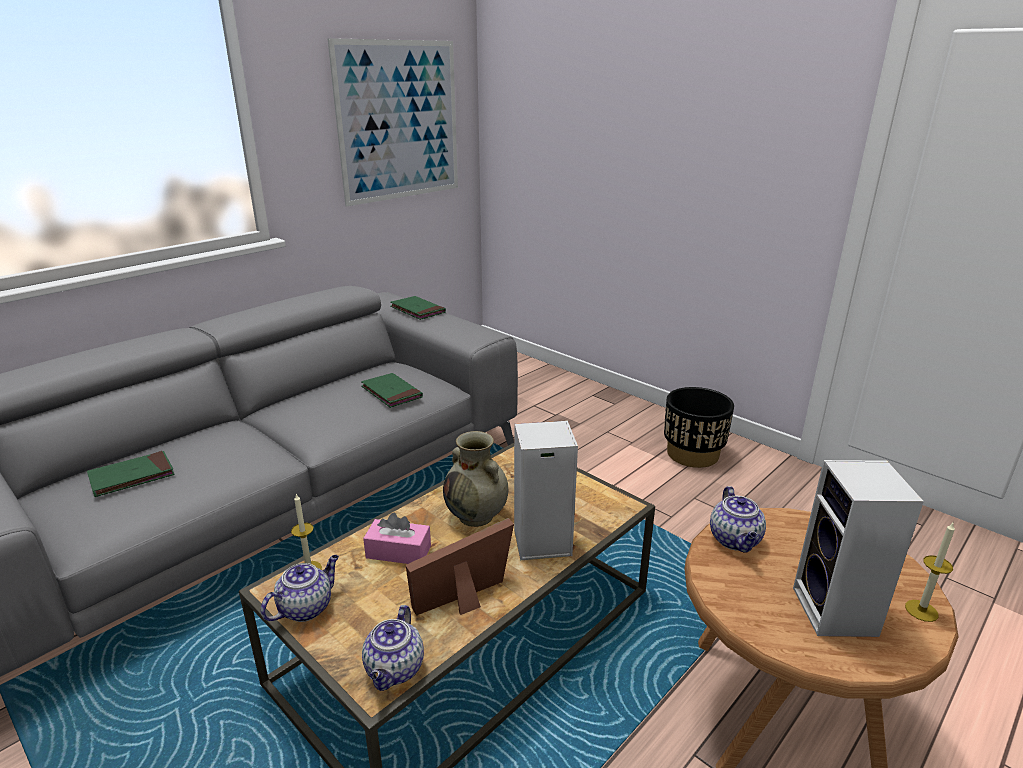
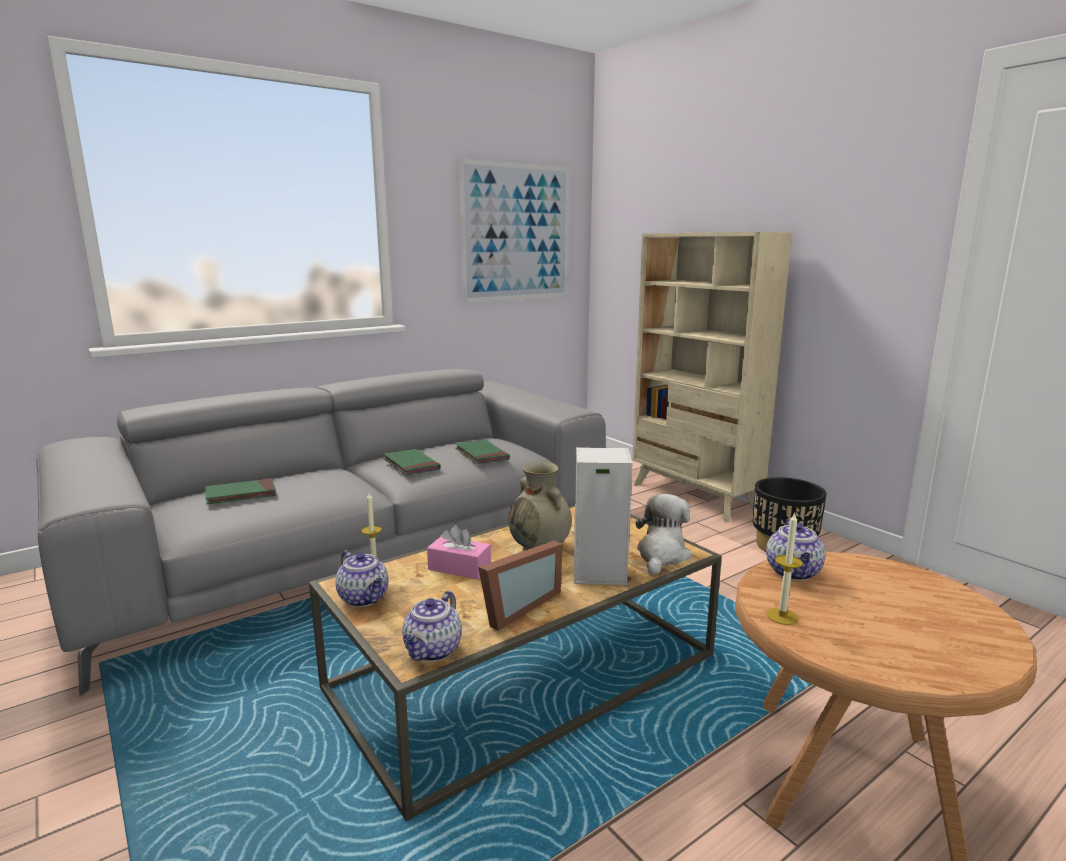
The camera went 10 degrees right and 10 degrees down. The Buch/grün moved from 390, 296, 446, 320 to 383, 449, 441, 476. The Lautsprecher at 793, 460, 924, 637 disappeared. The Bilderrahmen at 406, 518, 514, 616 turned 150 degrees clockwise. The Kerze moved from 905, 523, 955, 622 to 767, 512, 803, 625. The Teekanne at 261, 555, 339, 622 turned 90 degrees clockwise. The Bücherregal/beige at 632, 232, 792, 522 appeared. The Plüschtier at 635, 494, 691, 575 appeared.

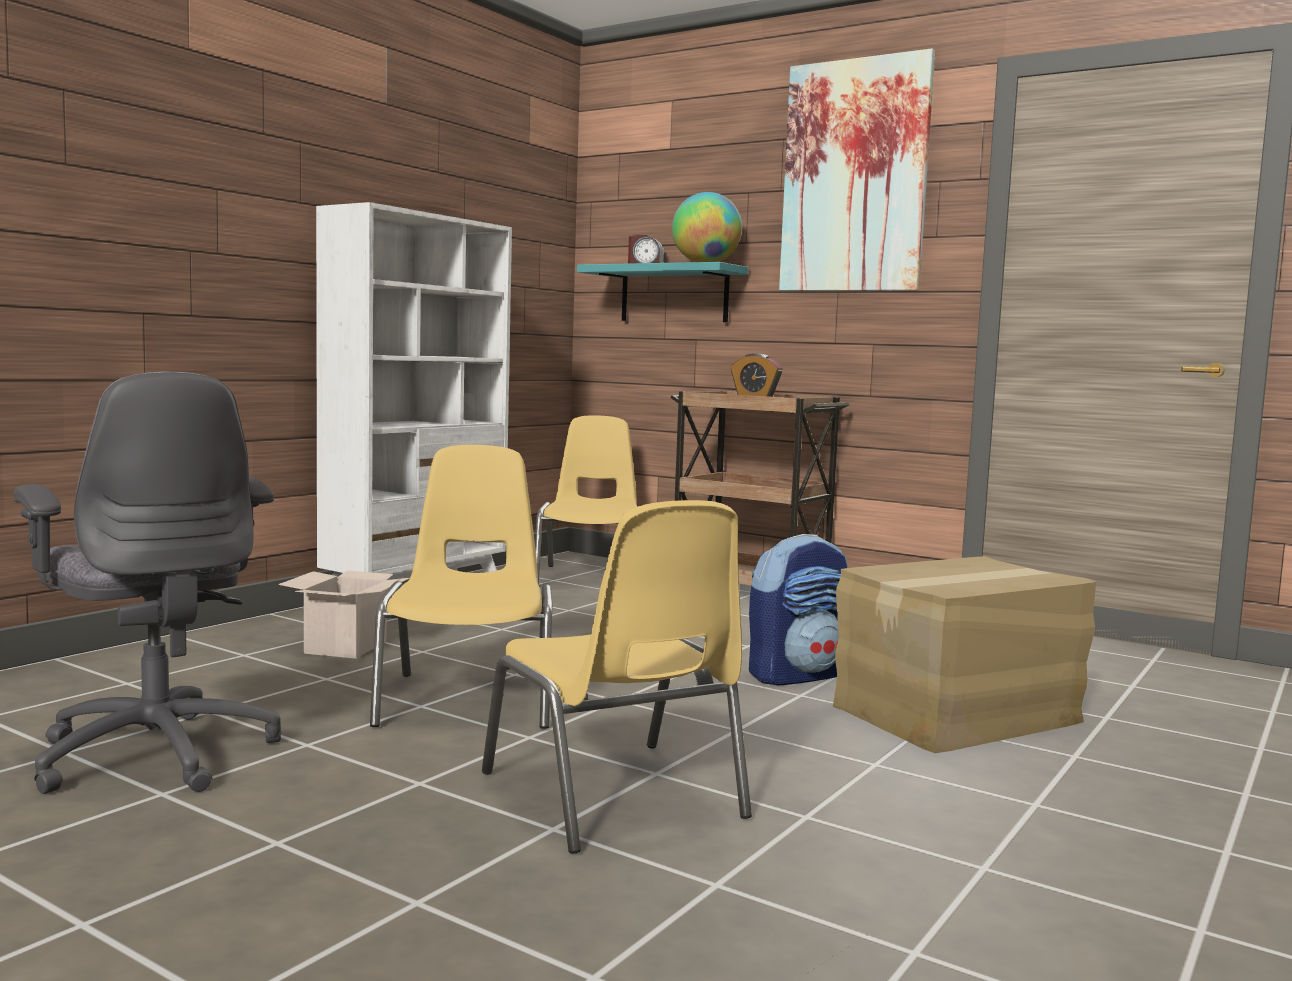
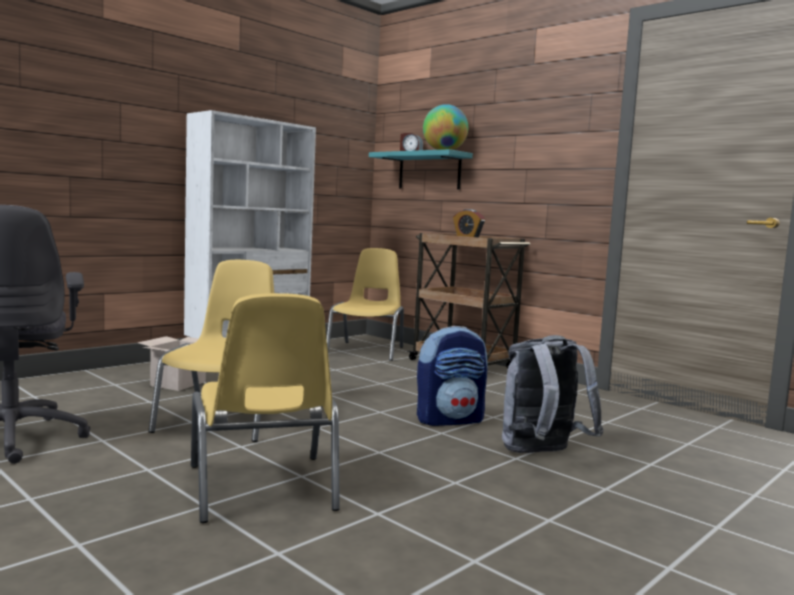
The camera went 10 degrees right and 0 degrees up. The Bild at 779, 48, 935, 291 disappeared. The Karton at 833, 556, 1096, 753 was replaced by the Rucksack/grau at 502, 335, 603, 453.

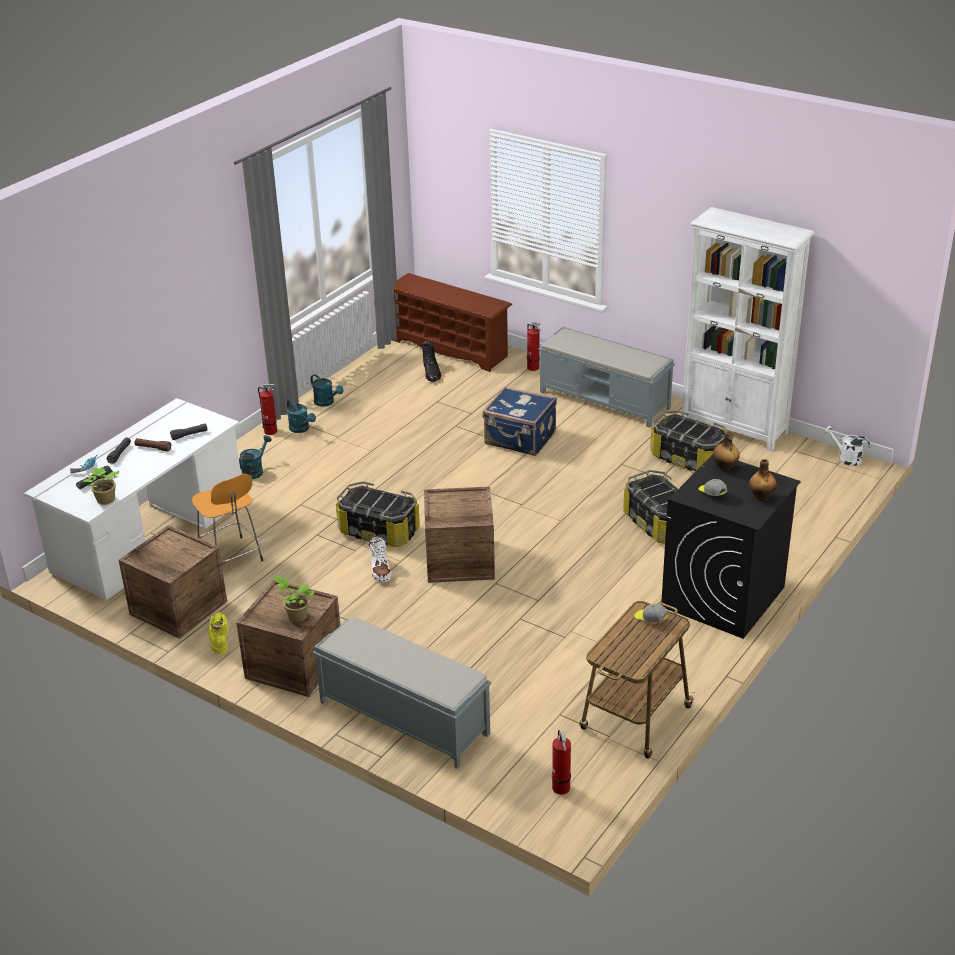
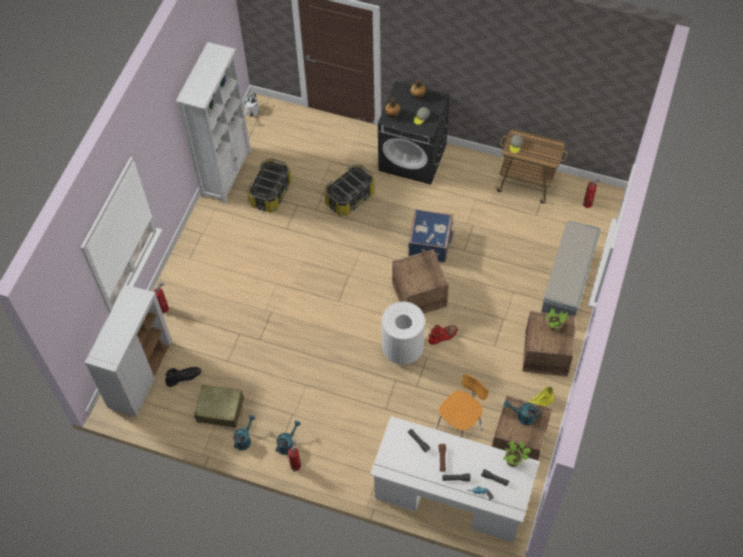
The camera went 105 degrees left and 25 degrees up. The Schuhregal/braun at 394, 273, 512, 372 was replaced by the Schrank/weiß at 85, 285, 172, 417. The Bank/grau at 539, 327, 675, 428 disappeared. The Koffer/blau moved from 483, 386, 557, 456 to 408, 209, 454, 263. The Gießkanne/türkis moved from 239, 435, 272, 479 to 504, 400, 542, 425. The Aufbewahrungsbox at 336, 481, 420, 547 was replaced by the Mülleimer/weiß at 382, 301, 425, 365. The Stiefel/weiß at 368, 534, 391, 582 became the Stiefel/rot at 428, 325, 458, 345. The Koffer/beige at 194, 385, 244, 428 appeared.

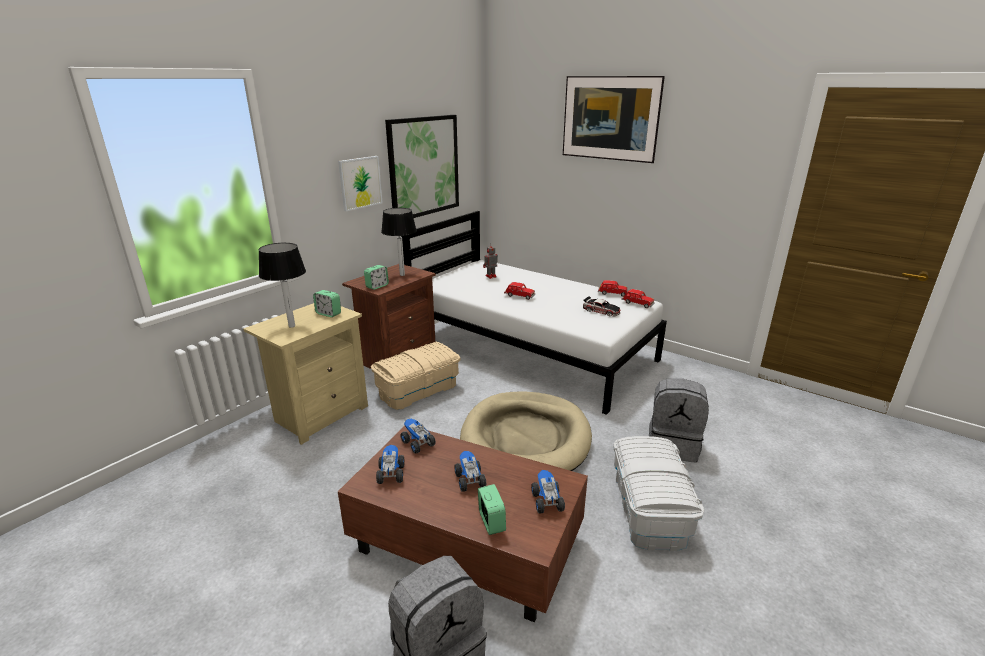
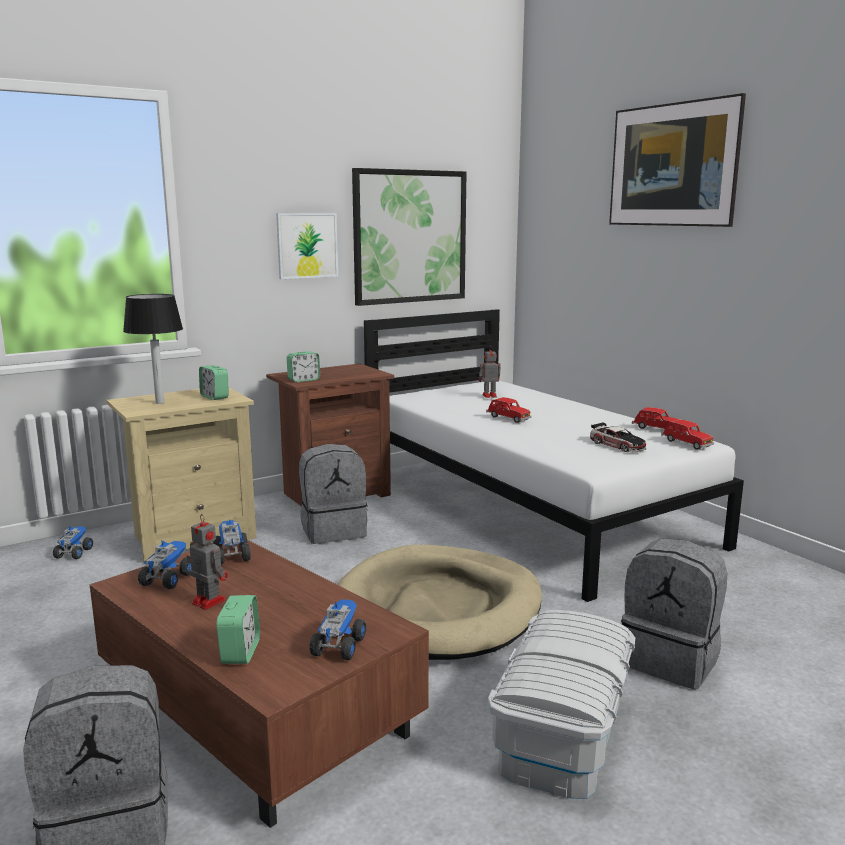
The camera went 20 degrees right and 10 degrees down. The Tischlampe at 381, 208, 417, 276 disappeared. The Aufbewahrungsbox/beige at 371, 342, 460, 410 was replaced by the Rucksack/grau at 299, 444, 368, 544. The Spielzeuglaster moved from 454, 451, 486, 492 to 53, 526, 93, 559. The Spielzeugroboter at 186, 514, 228, 610 appeared.

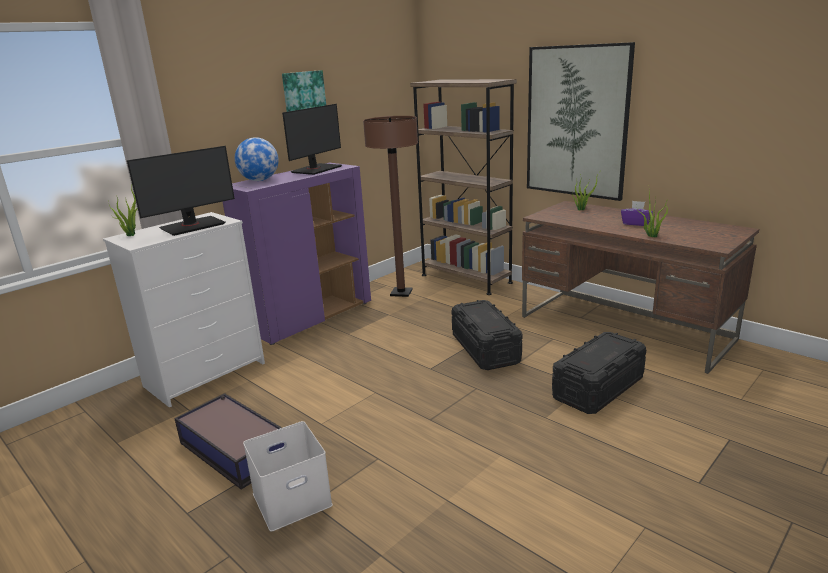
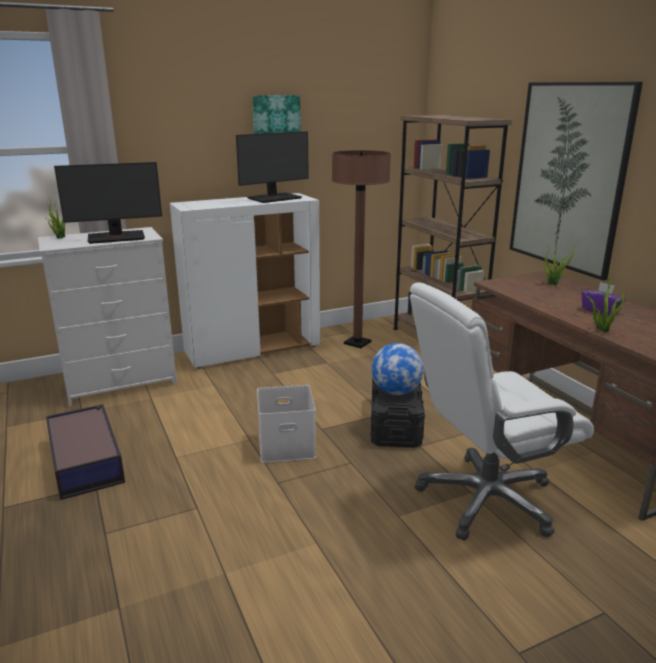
The camera went 20 degrees right and 0 degrees up. The Globus moved from 235, 137, 279, 181 to 371, 343, 424, 395. The Schrank/lila at 223, 163, 371, 345 became the Schrank/weiß at 170, 193, 320, 369. The Aufbewahrungsbox/schwarz at 552, 332, 646, 414 was replaced by the Bürostuhl/weiß at 410, 282, 594, 540. The Aufbewahrungsbox/weiß moved from 243, 421, 333, 532 to 257, 385, 316, 463.

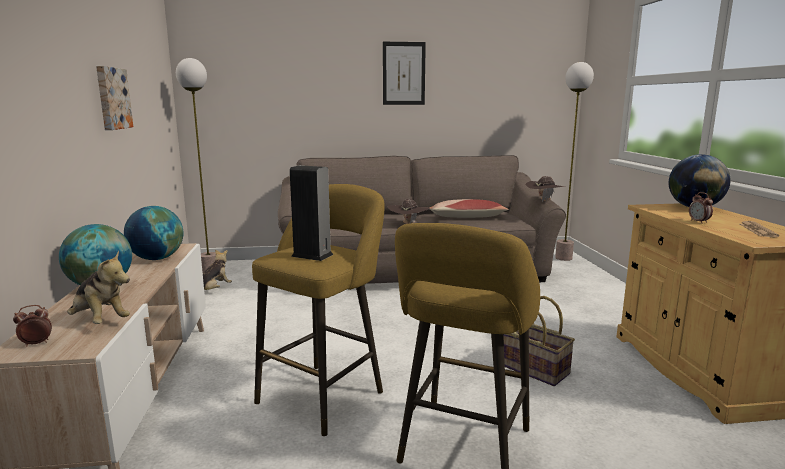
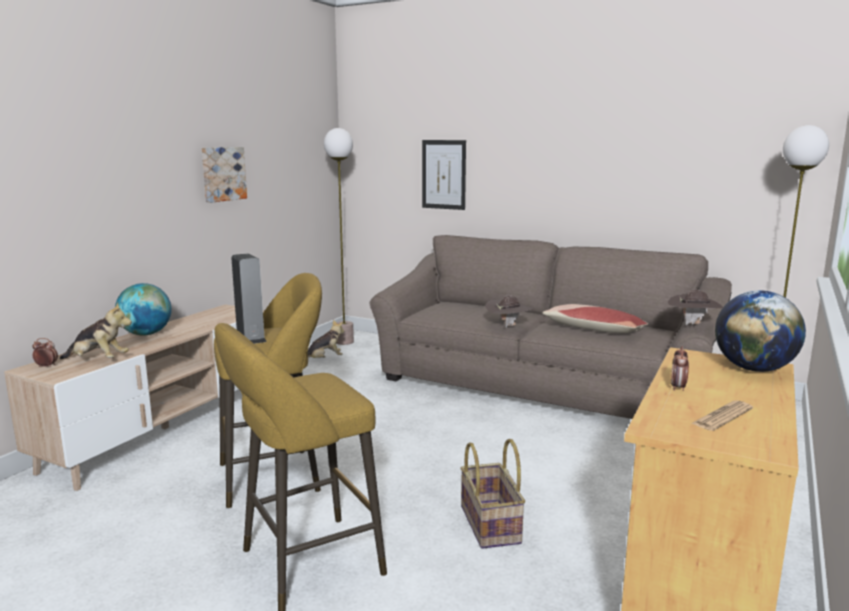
The camera went 35 degrees right and 0 degrees up. The Bild moved from 383, 42, 426, 105 to 422, 140, 466, 210. The Globus at 124, 206, 184, 260 disappeared. The Plüschtier at 67, 250, 130, 324 turned 60 degrees counterclockwise.

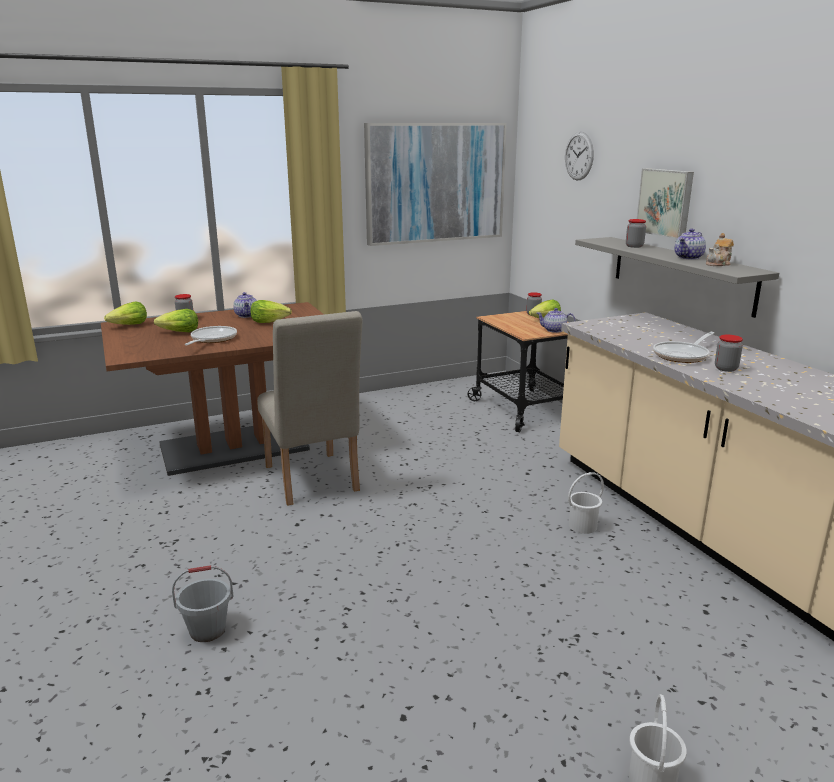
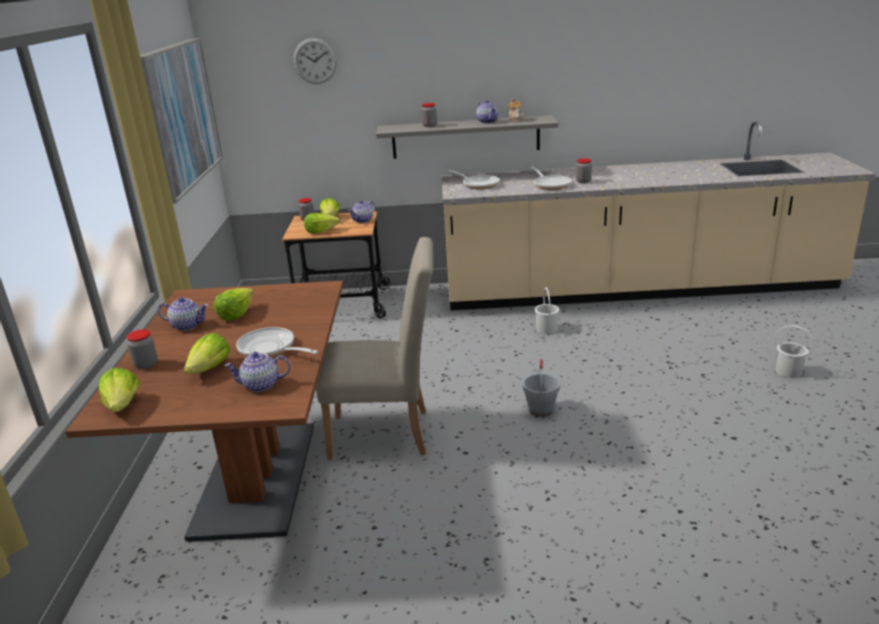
The camera went 65 degrees left and 5 degrees up. The Bild at 637, 168, 694, 239 disappeared. The Eimer/grau moved from 172, 565, 234, 642 to 522, 359, 560, 417. The Pfanne at 448, 170, 500, 189 appeared. The Salatkopf at 304, 213, 340, 234 appeared. The Teekanne at 224, 352, 291, 392 appeared.

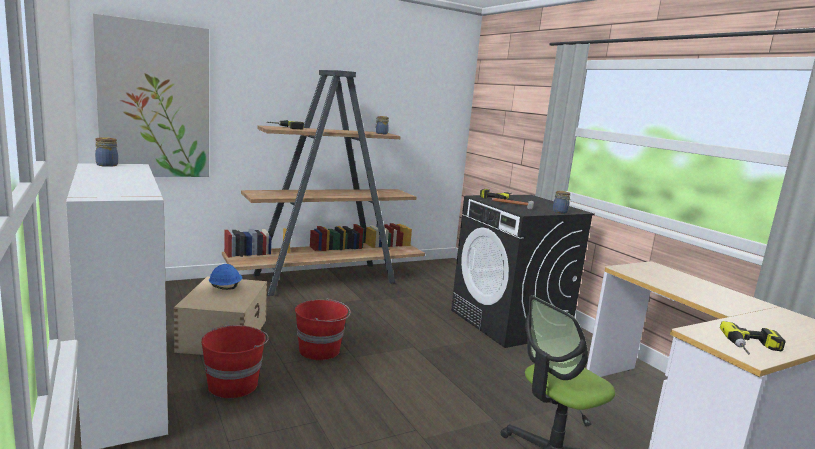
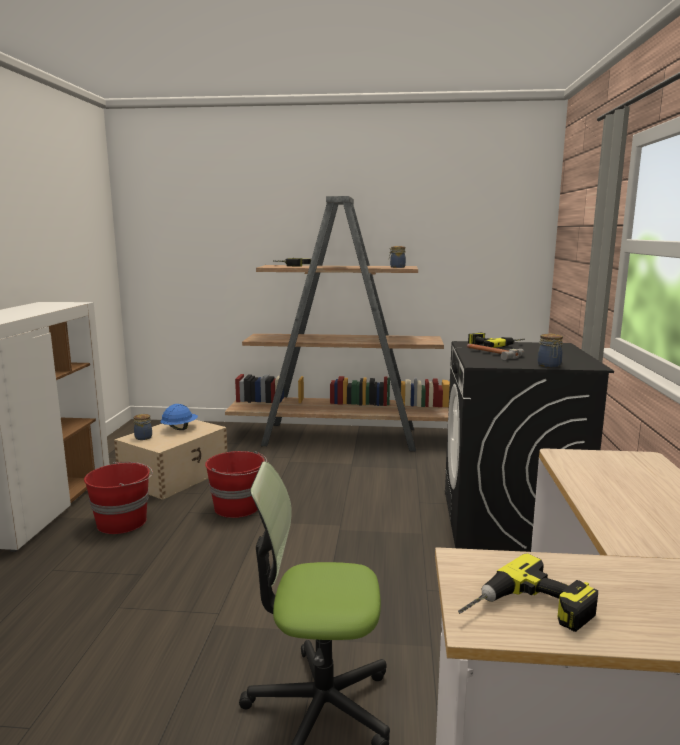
The camera went 35 degrees right and 0 degrees up. The Bild at 93, 14, 209, 177 disappeared. The Vorratsglas moved from 95, 137, 118, 167 to 134, 414, 152, 440.

